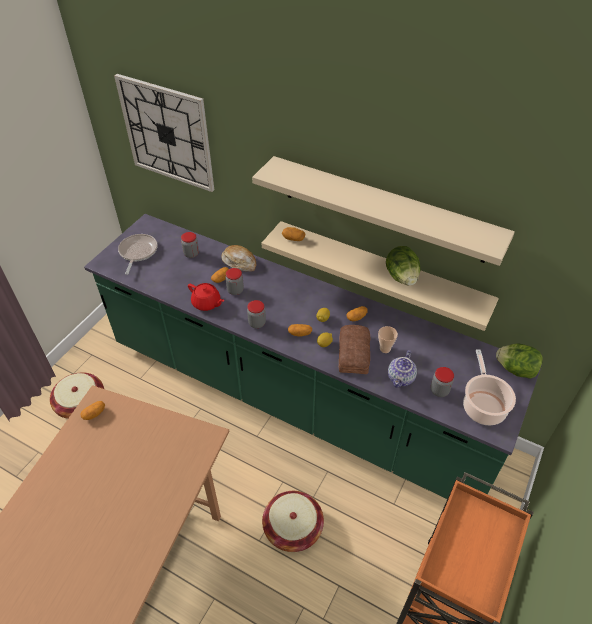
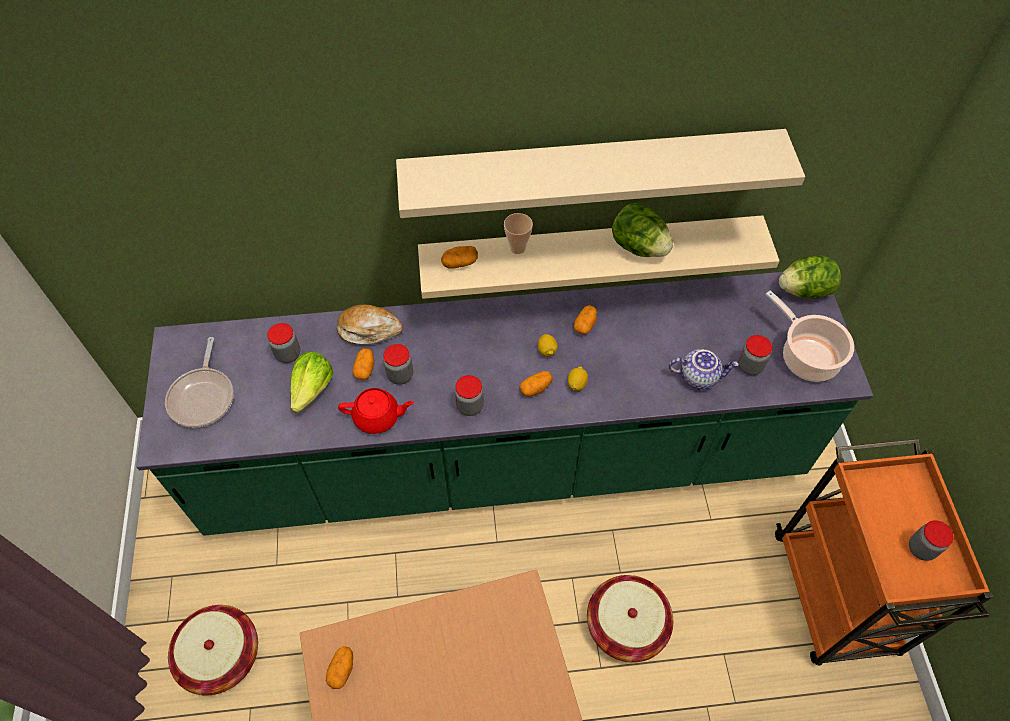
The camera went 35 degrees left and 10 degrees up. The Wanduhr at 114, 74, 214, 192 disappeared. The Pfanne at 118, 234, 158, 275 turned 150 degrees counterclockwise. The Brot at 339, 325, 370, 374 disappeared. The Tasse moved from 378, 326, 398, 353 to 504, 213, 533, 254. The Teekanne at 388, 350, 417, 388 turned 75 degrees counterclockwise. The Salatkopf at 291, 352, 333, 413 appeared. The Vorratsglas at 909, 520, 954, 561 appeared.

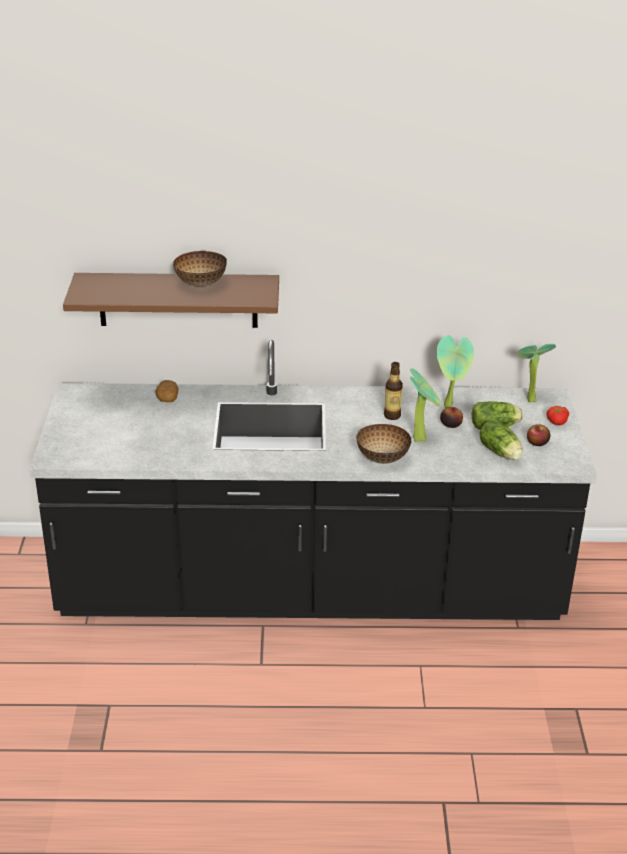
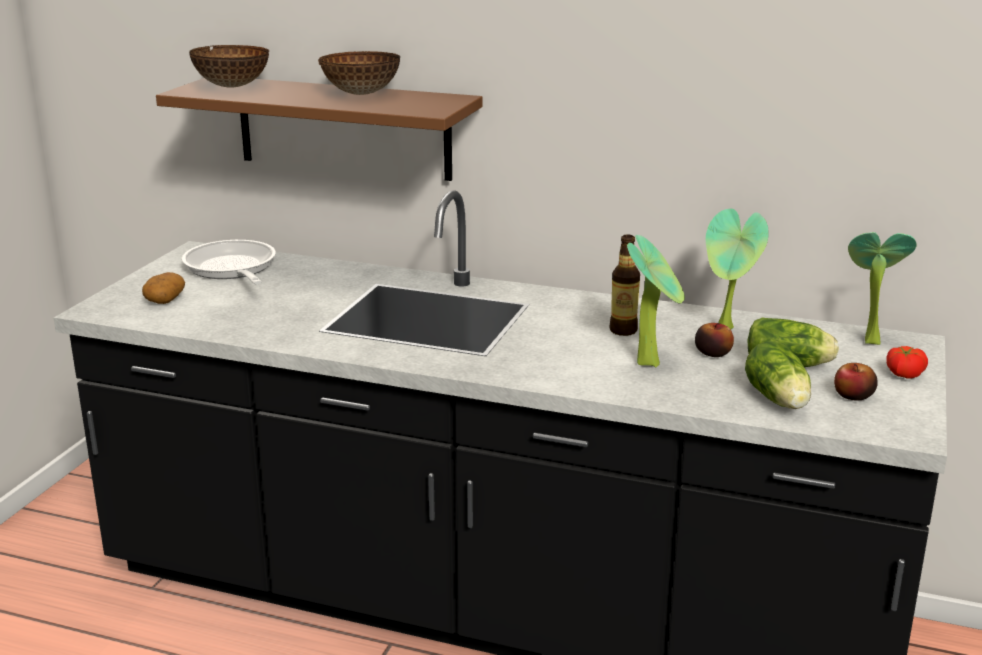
The camera went 20 degrees right and 10 degrees down. The Kartoffel moved from 155, 380, 179, 402 to 142, 272, 185, 304. The Schüssel moved from 356, 424, 411, 464 to 189, 45, 269, 88. The Pfanne at 182, 240, 276, 284 appeared.

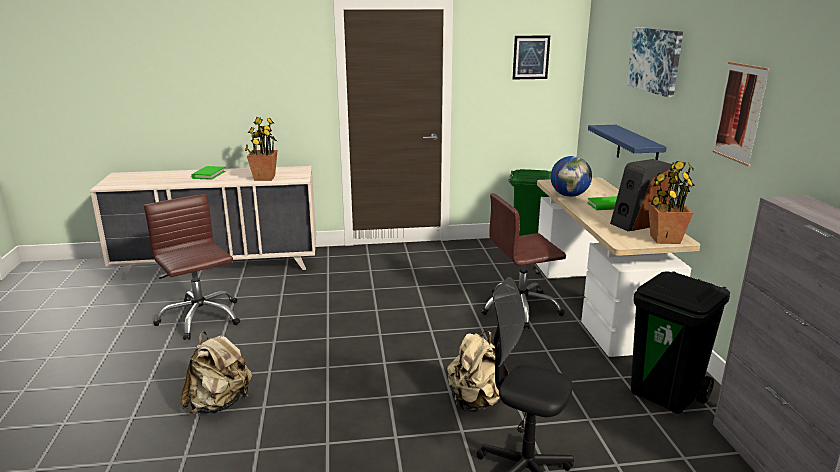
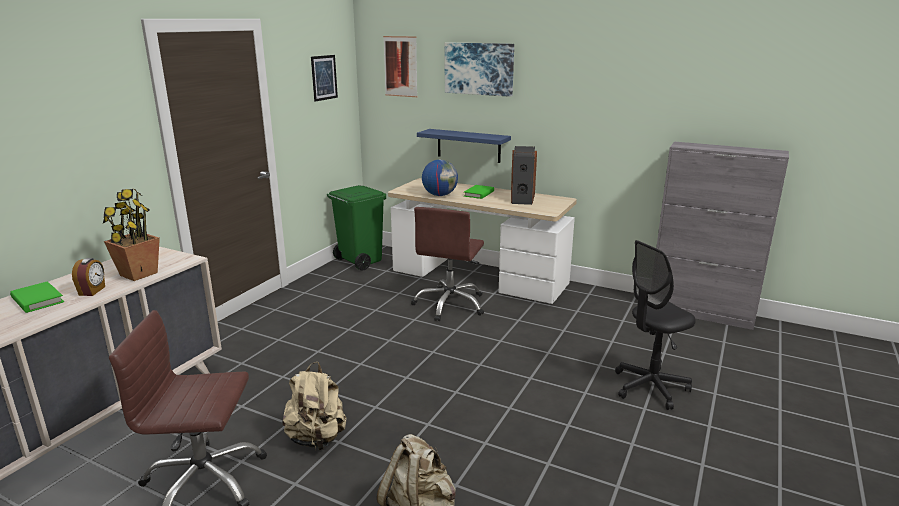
The camera went 55 degrees left and 0 degrees up. The Bild moved from 713, 62, 770, 167 to 383, 36, 418, 97. The Topfpflanze at 648, 161, 695, 244 disappeared. The Mülleimer/schwarz at 631, 271, 730, 414 disappeared. The Rucksack/beige moved from 447, 331, 509, 411 to 282, 362, 346, 450. The Wecker at 72, 258, 105, 296 appeared.

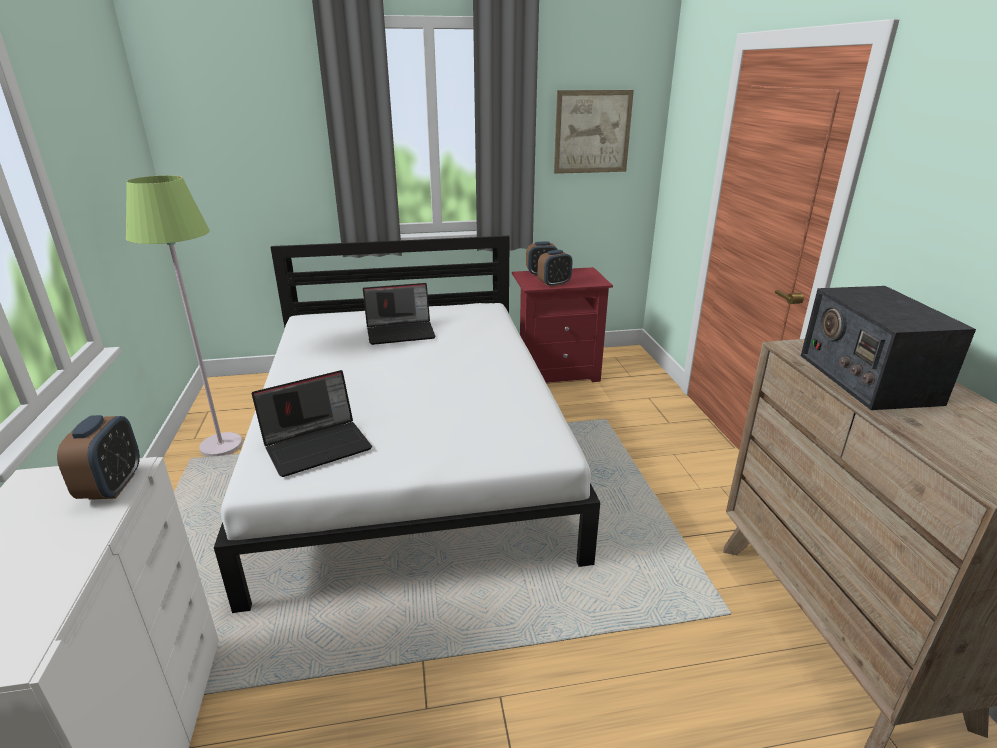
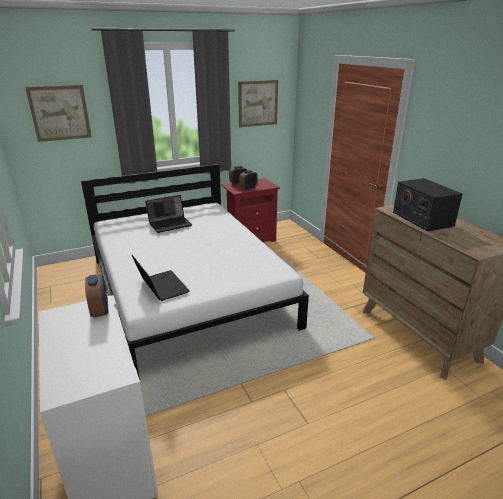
The camera went 15 degrees left and 0 degrees up. The Stehlampe/grün at 126, 175, 243, 457 disappeared. The Laptop at 252, 370, 372, 477 turned 75 degrees counterclockwise. The Bild at 25, 85, 92, 142 appeared.

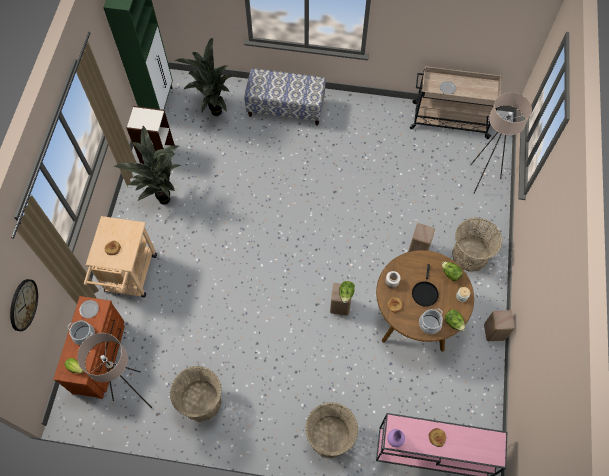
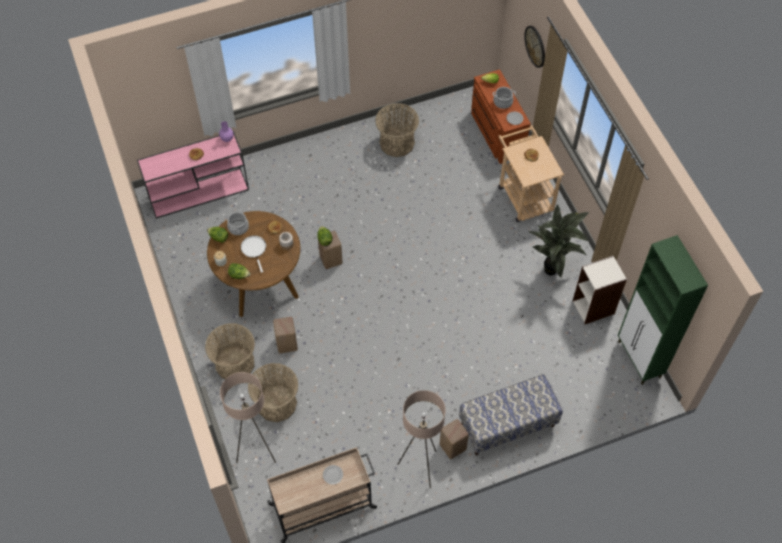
The camera went 150 degrees right and 5 degrees down. The Topfpflanze at 175, 38, 237, 116 disappeared. The Pfanne/schwarz at 412, 264, 439, 307 became the Pfanne/weiß at 241, 236, 266, 273. The Hocker/beige moved from 484, 310, 515, 341 to 440, 419, 469, 459. The Stehlampe/beige moved from 77, 333, 152, 408 to 397, 390, 446, 488. The Korb moved from 305, 402, 358, 458 to 248, 363, 298, 422.

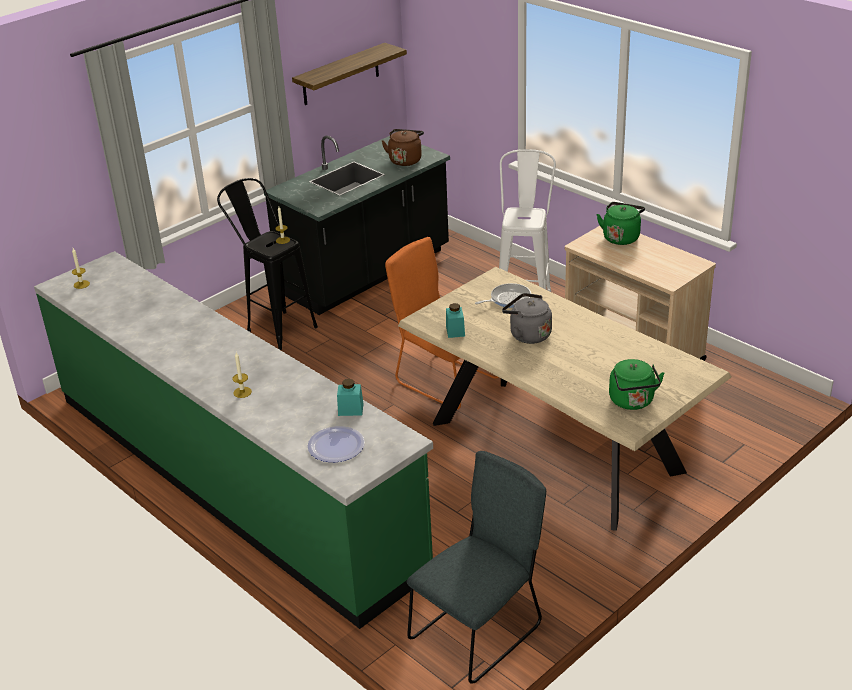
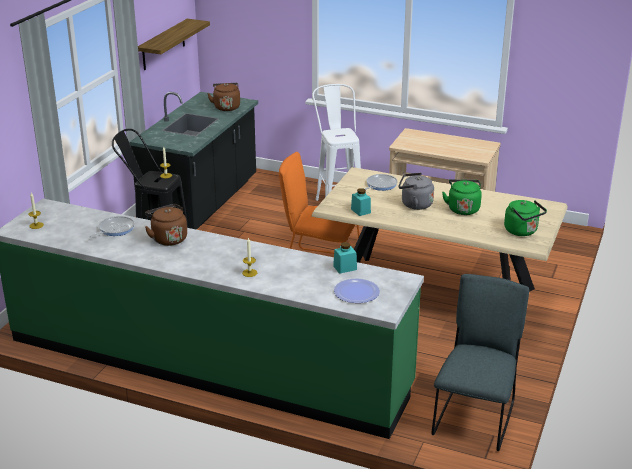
The camera went 25 degrees left and 5 degrees down. The Wasserkessel/grün moved from 597, 202, 645, 245 to 442, 179, 482, 215. The Wasserkessel/braun at 145, 204, 187, 246 appeared. The Pfanne at 89, 216, 135, 238 appeared.

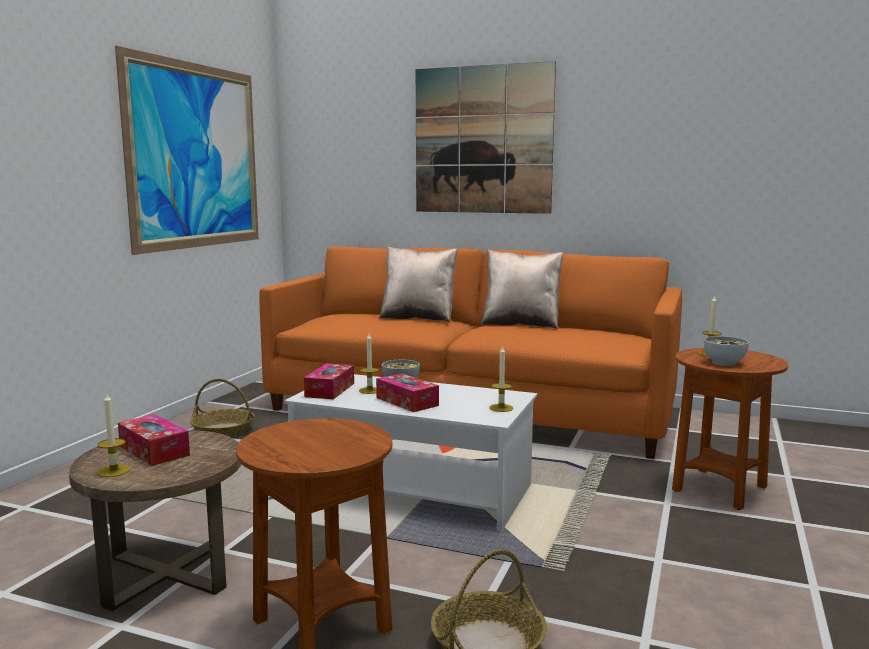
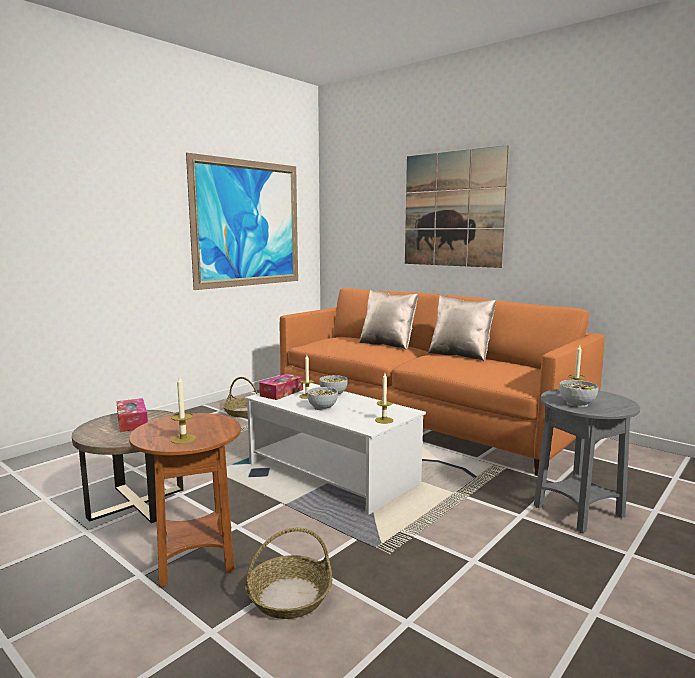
The camera went 20 degrees right and 0 degrees up. The Beistelltisch/braun at 672, 348, 788, 510 became the Beistelltisch/grau at 534, 389, 640, 533. The Taschentuchbox at 376, 373, 439, 412 was replaced by the Schüssel at 307, 387, 338, 410. The Kerze moved from 97, 394, 130, 477 to 171, 375, 196, 444.

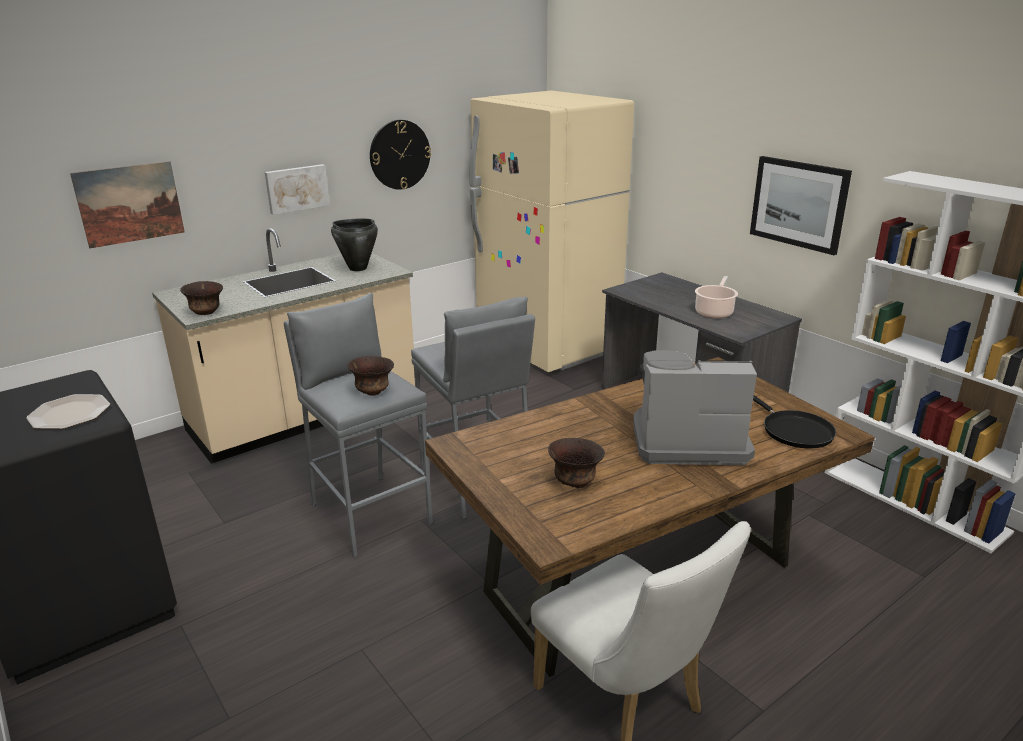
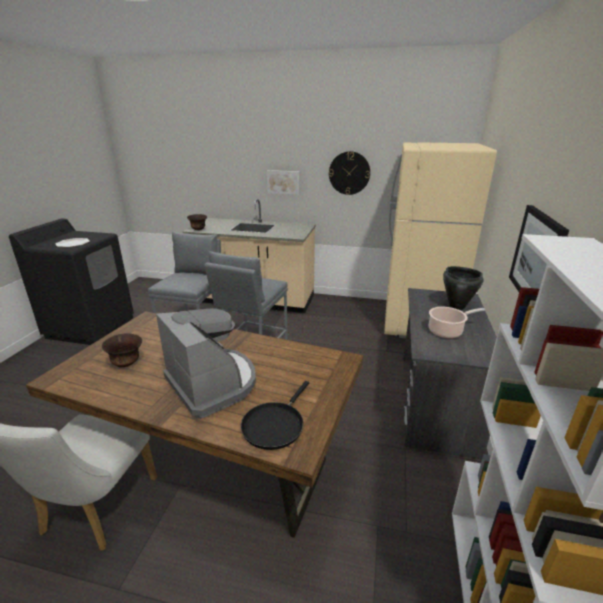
The camera went 50 degrees right and 0 degrees up. The Bild at 70, 161, 185, 248 disappeared. The Kochtopf/schwarz moved from 331, 218, 378, 271 to 443, 266, 484, 310. The Schüssel/braun at 347, 356, 394, 395 disappeared.

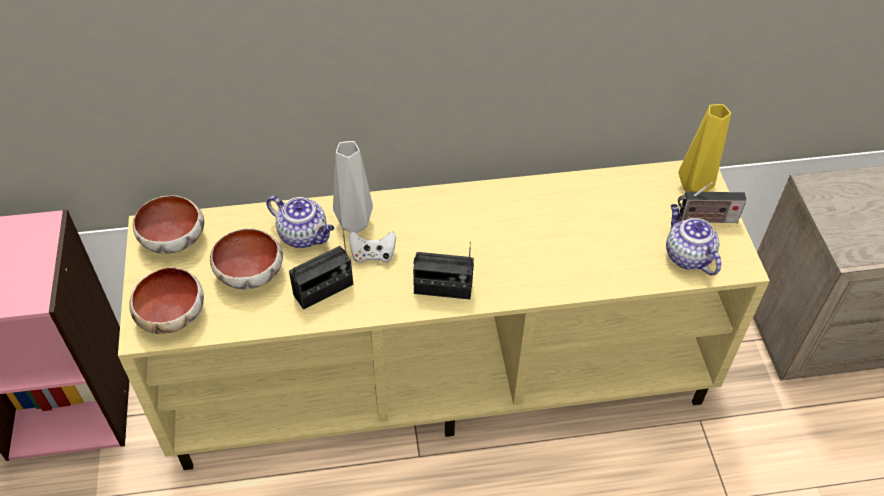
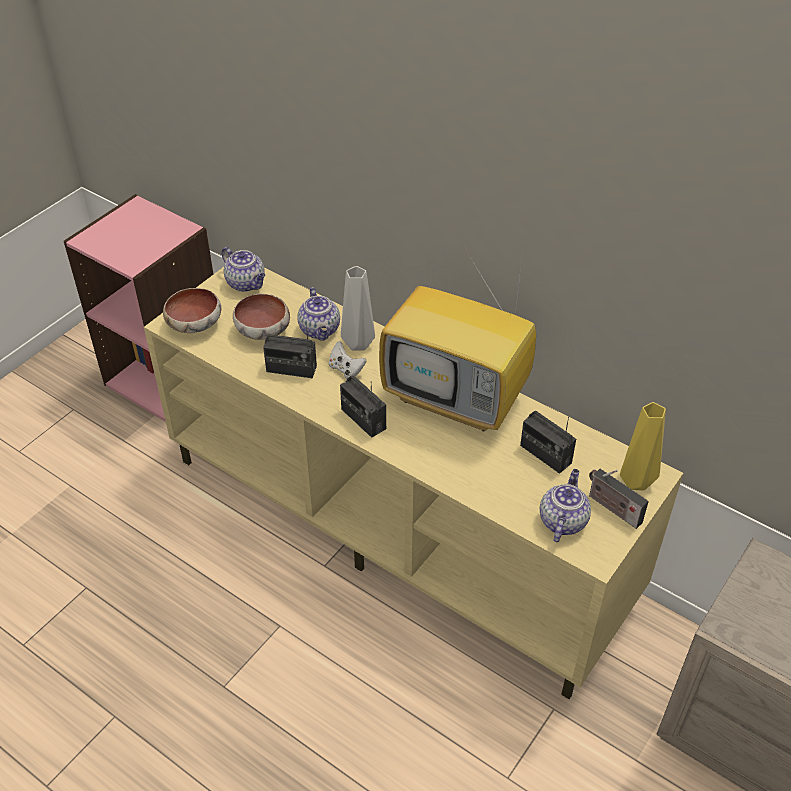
The camera went 45 degrees right and 5 degrees down. The Schüssel at 133, 195, 204, 254 was replaced by the Teekanne at 221, 247, 265, 292. The Fernseher at 379, 249, 536, 432 appeared. The Radio at 520, 411, 576, 474 appeared.

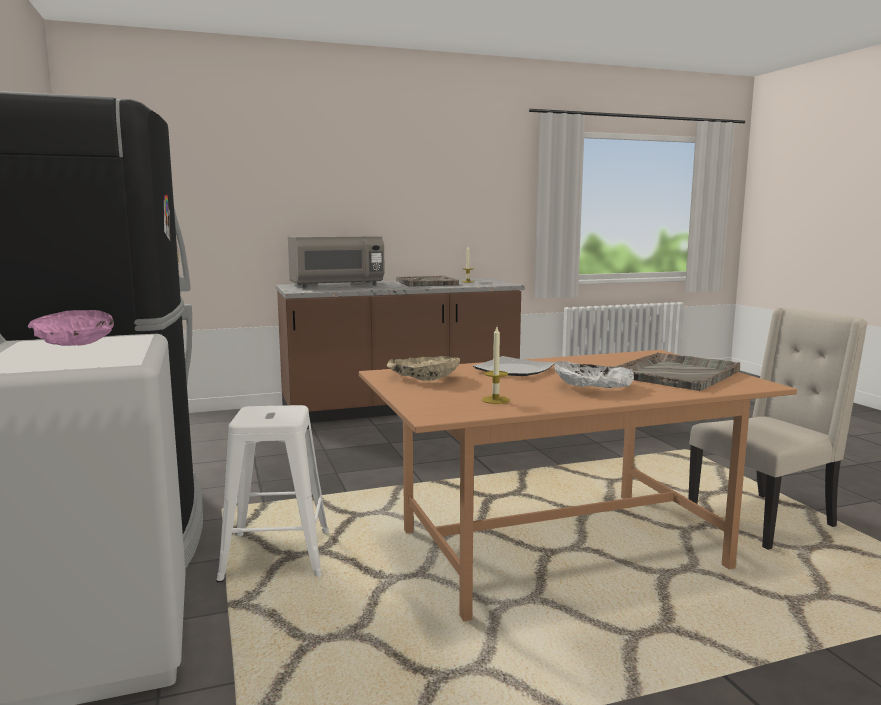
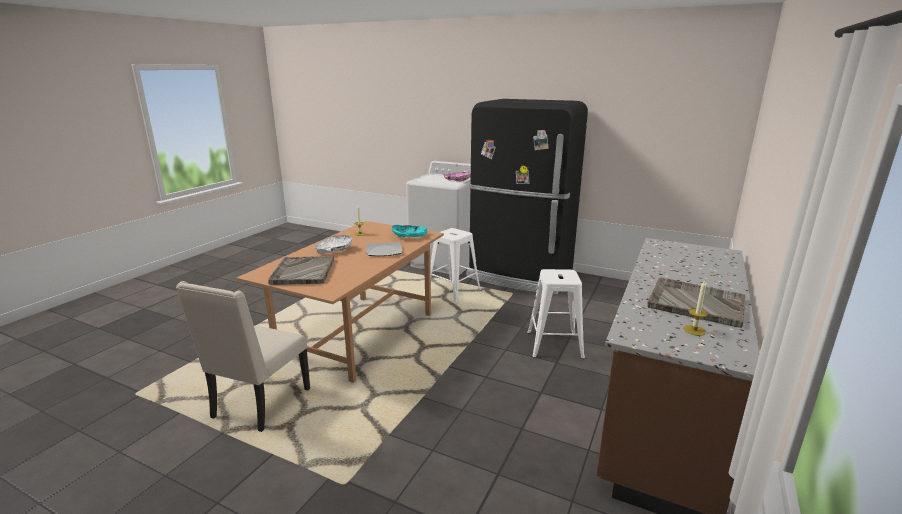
The camera went 135 degrees right and 10 degrees up. The Mikrowelle/grau at 288, 235, 385, 288 disappeared. The Schüssel/beige at 387, 356, 460, 381 became the Schüssel/türkis at 392, 225, 427, 237. The Hocker/weiß at 527, 269, 585, 359 appeared.

